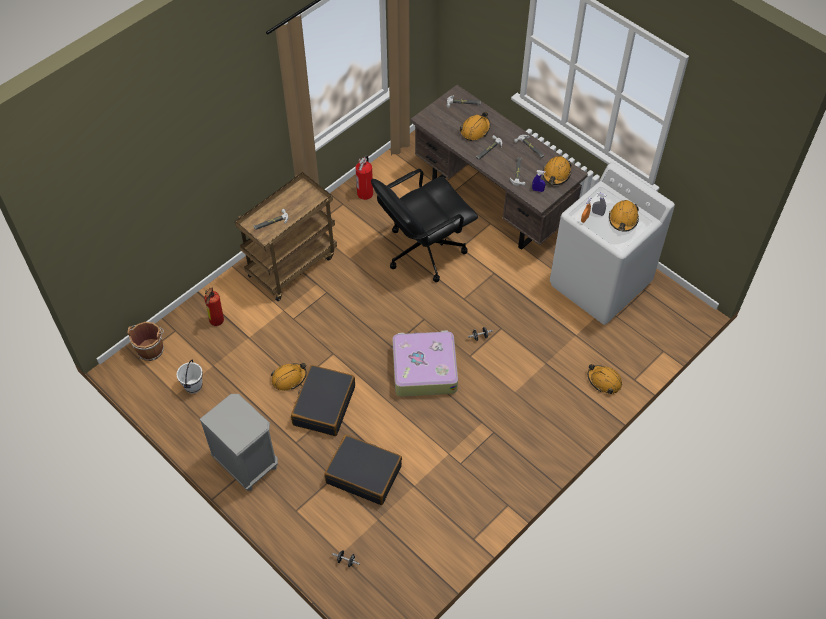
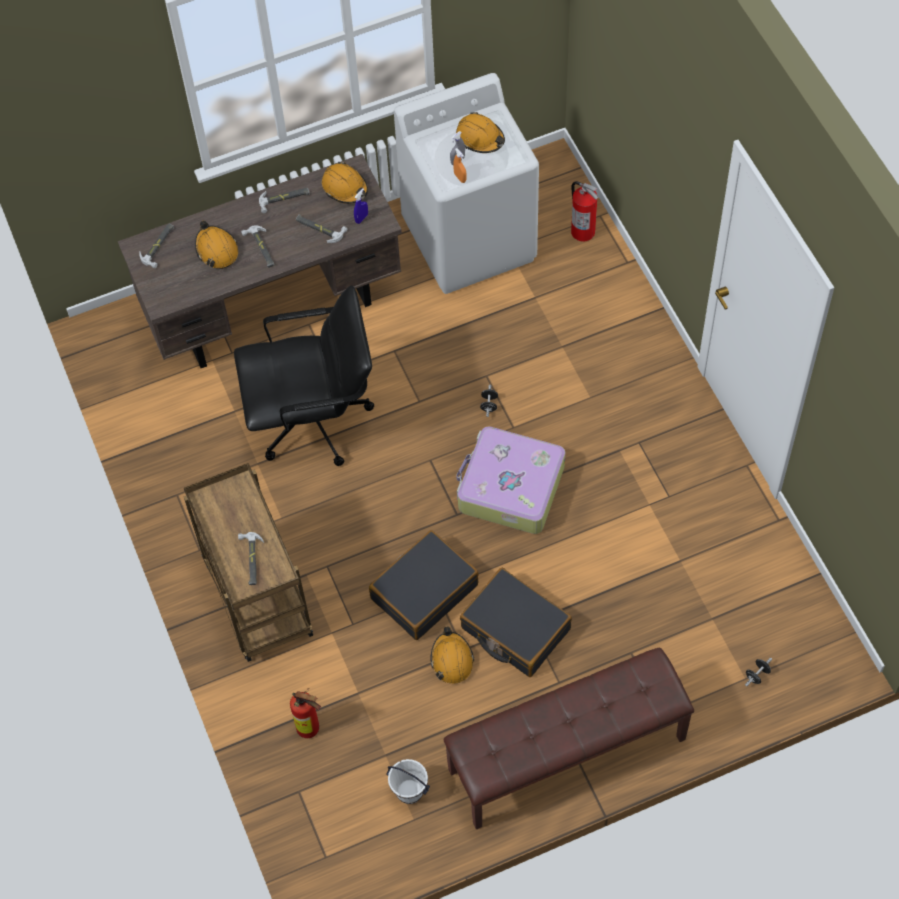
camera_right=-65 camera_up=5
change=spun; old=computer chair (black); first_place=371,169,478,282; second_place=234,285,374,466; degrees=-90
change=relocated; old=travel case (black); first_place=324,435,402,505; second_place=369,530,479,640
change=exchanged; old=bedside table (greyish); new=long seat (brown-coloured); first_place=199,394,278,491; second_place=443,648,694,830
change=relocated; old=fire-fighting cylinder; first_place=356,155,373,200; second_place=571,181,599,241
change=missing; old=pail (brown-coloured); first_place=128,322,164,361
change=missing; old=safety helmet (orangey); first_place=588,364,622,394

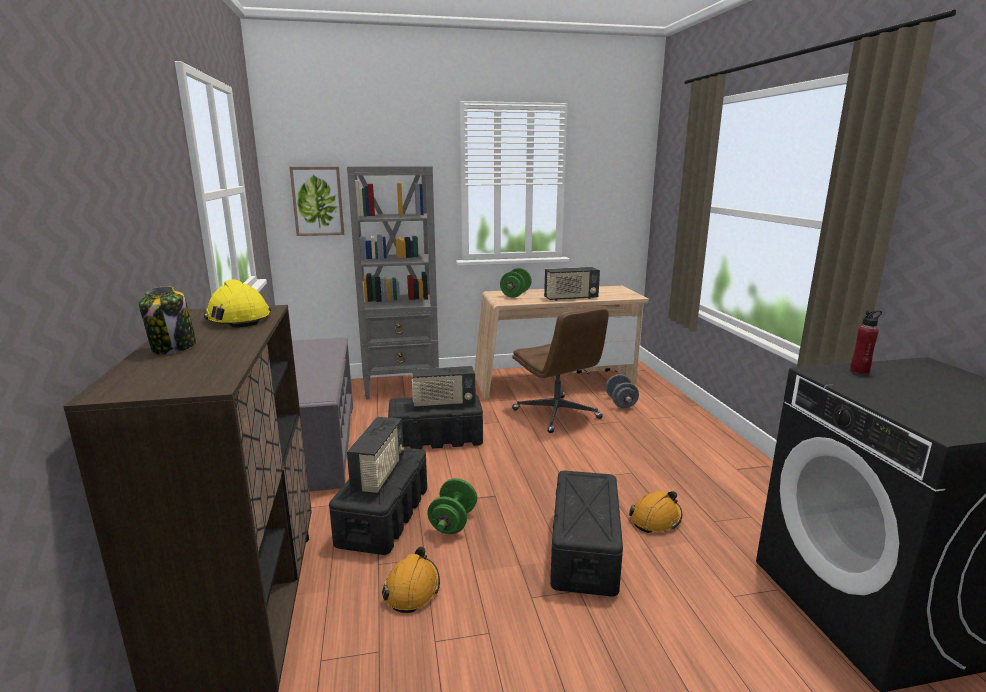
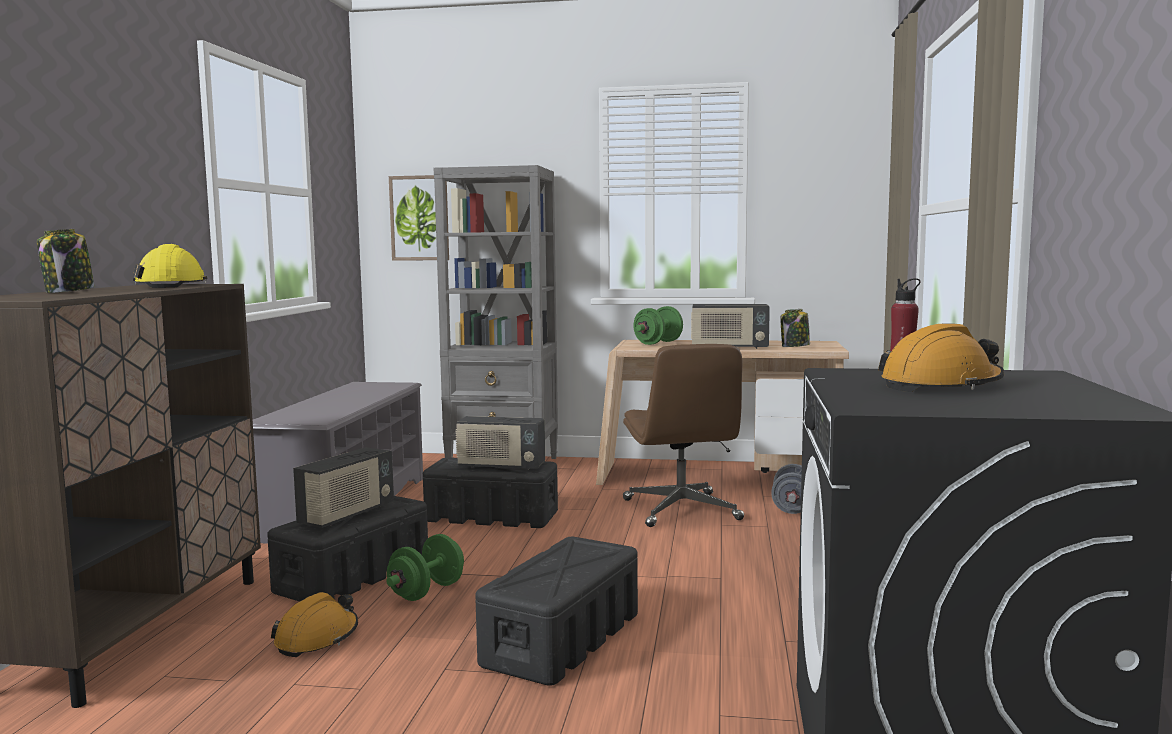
camera_right=20 camera_up=-10
change=appeared; new=preserve jar; second_place=780,309,810,347
change=relocated; old=safety helmet (orangey); first_place=629,490,682,533; second_place=878,324,1004,392

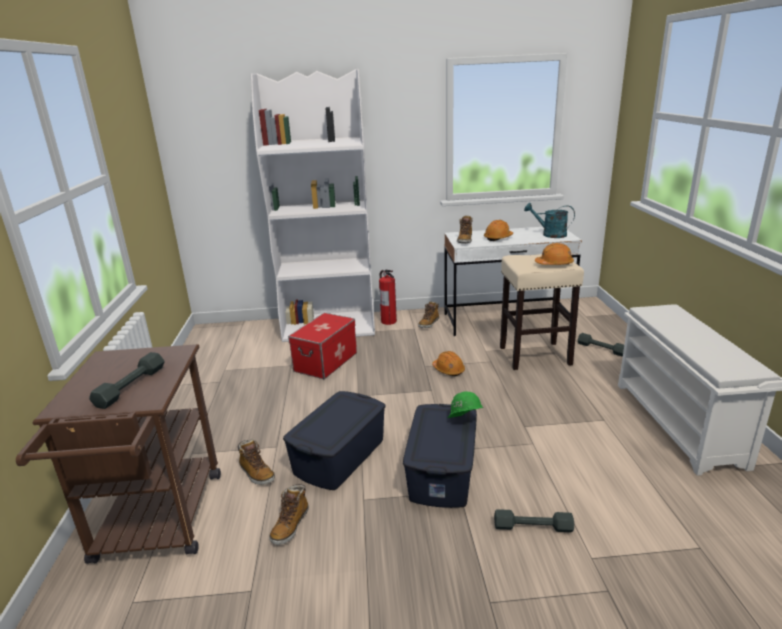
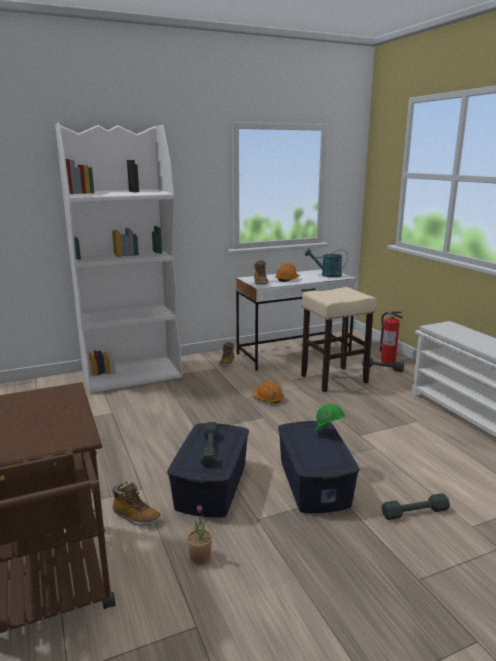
camera_right=-20 camera_up=-5
change=exchanged; old=high-top boot; new=plant in a pot; first_place=269,484,309,545; second_place=187,505,212,565
change=relocated; old=hand weight (greyish); first_place=89,352,165,409; second_place=200,422,220,467
change=relocated; old=fire-fighting cylinder; first_place=379,270,397,325; second_place=380,311,403,364
change=missing; old=storage bin; first_place=288,313,357,379
change=missing; old=safety helmet (orangey); first_place=535,243,574,265

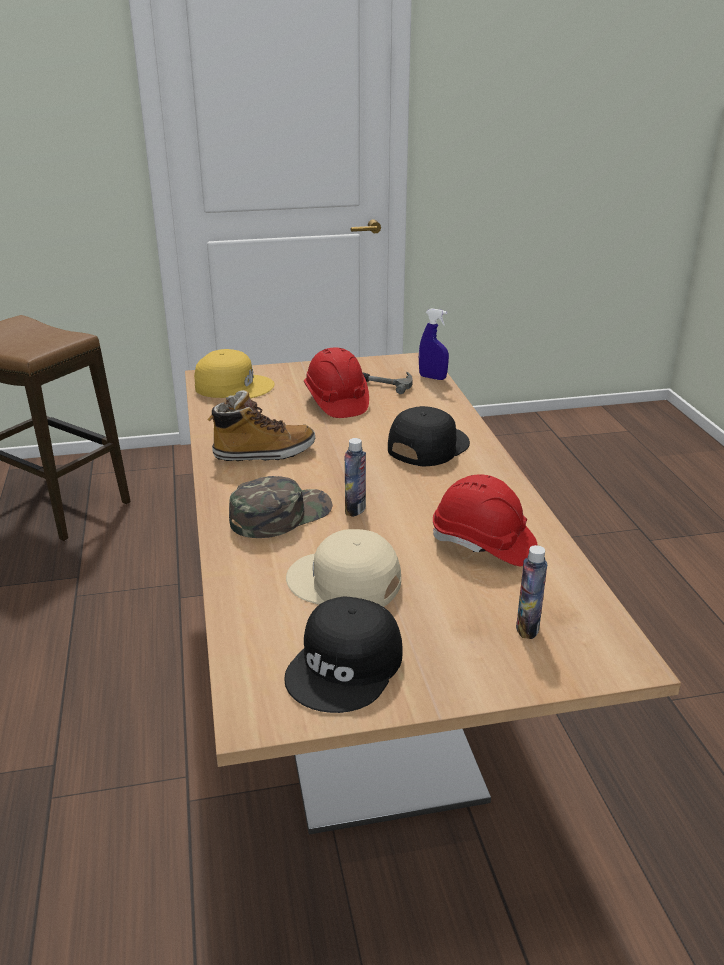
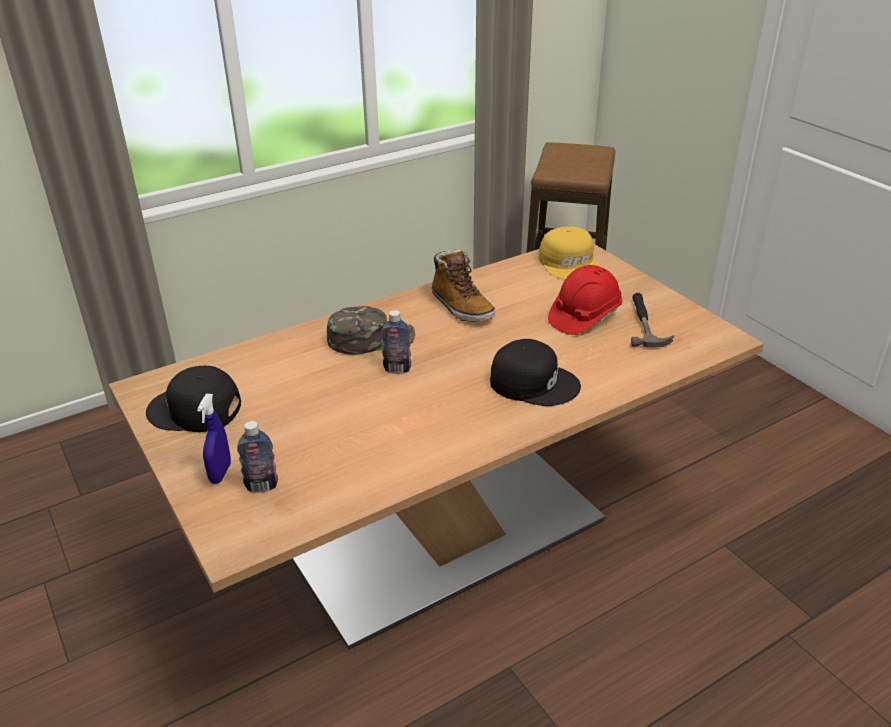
camera_right=70 camera_up=5
change=relocated; old=sprayer (bluish); first_place=419,308,449,380; second_place=197,394,231,484
change=spun; old=cap (greenish); first_place=229,476,333,538; second_place=327,306,415,355; degrees=-45
change=missing; old=cap (sand-coloured); first_place=286,529,401,607
change=missing; old=safety helmet (reddish); first_place=433,474,538,566

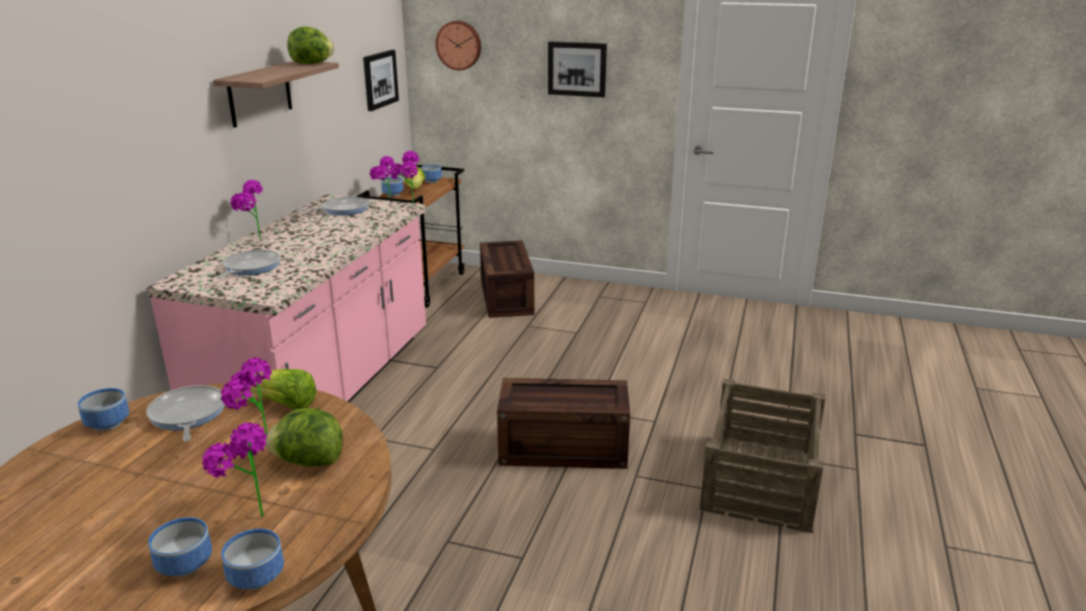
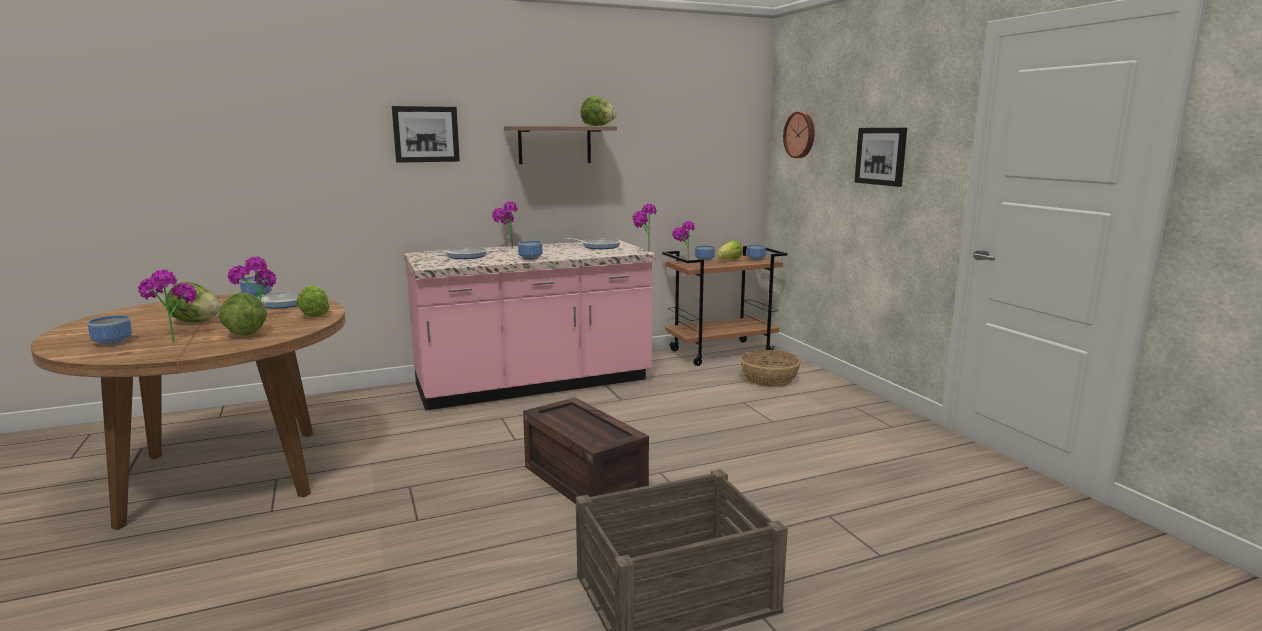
camera_right=50 camera_up=-10
change=appeared; new=head of lettuce; second_place=165,282,220,322
change=relocated; old=wall picture; first_place=363,50,399,111; second_place=391,106,460,163
change=relocated; old=bowl; first_place=221,529,284,590; second_place=518,241,543,260
change=exchanged; old=packing crate; new=household basket; first_place=480,241,534,318; second_place=740,350,801,387

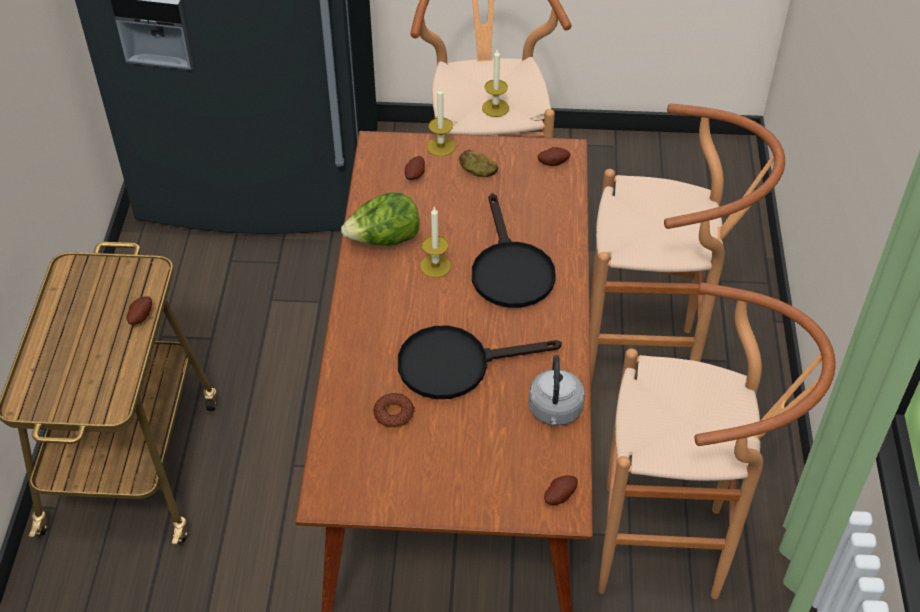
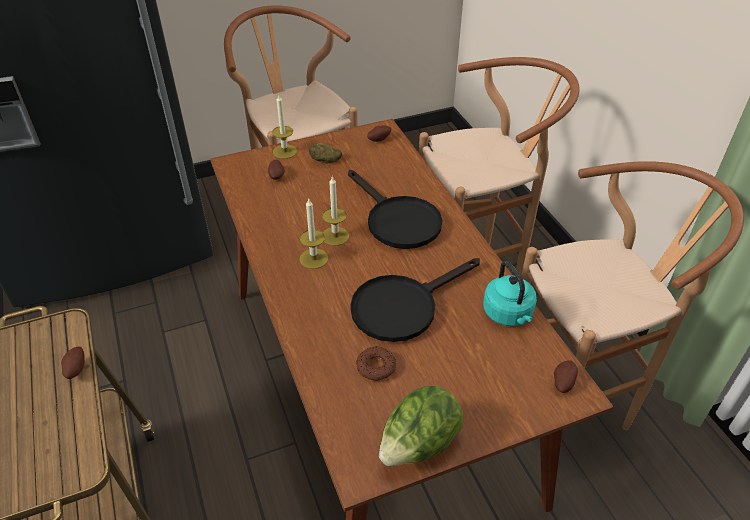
camera_right=-25 camera_up=-5
change=relocated; old=candle; first_place=482,48,509,117; second_place=300,199,328,269
change=relocated; old=head of lettuce; first_place=341,192,420,246; second_place=379,385,464,466
change=colour; old=water kettle (greyish); new=water kettle (blue-green); first_place=528,355,585,426; second_place=483,261,537,326

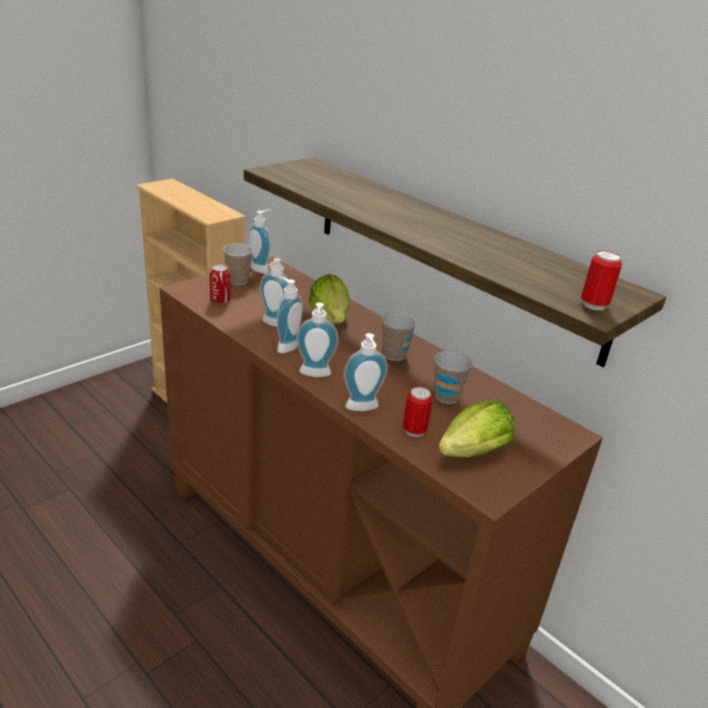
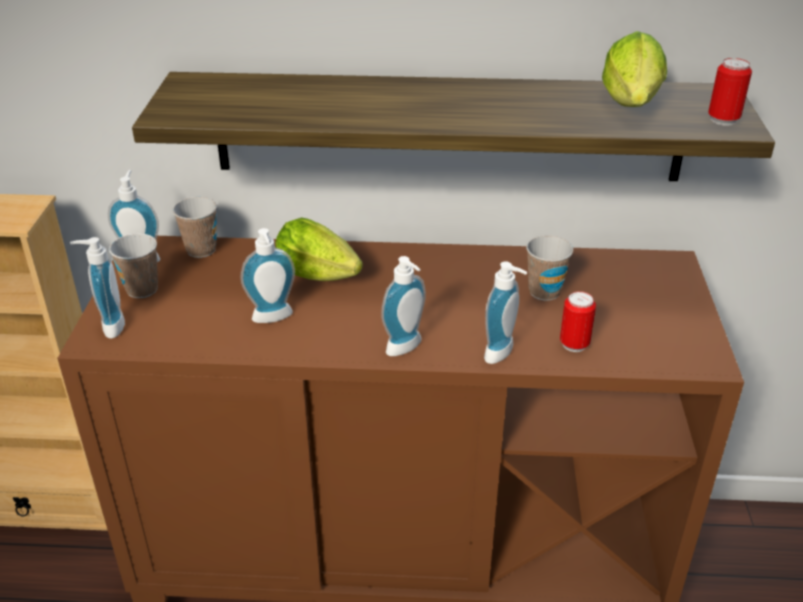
camera_right=-40 camera_up=5
change=relocated; old=liquid soap bottle; first_place=276,276,303,353; second_place=70,237,125,339
change=relocated; old=small cup; first_place=382,312,417,361; second_place=173,197,217,258
change=relocated; old=head of lettuce; first_place=439,400,515,457; second_place=602,31,667,107
change=missing; old=can; first_place=210,264,230,304

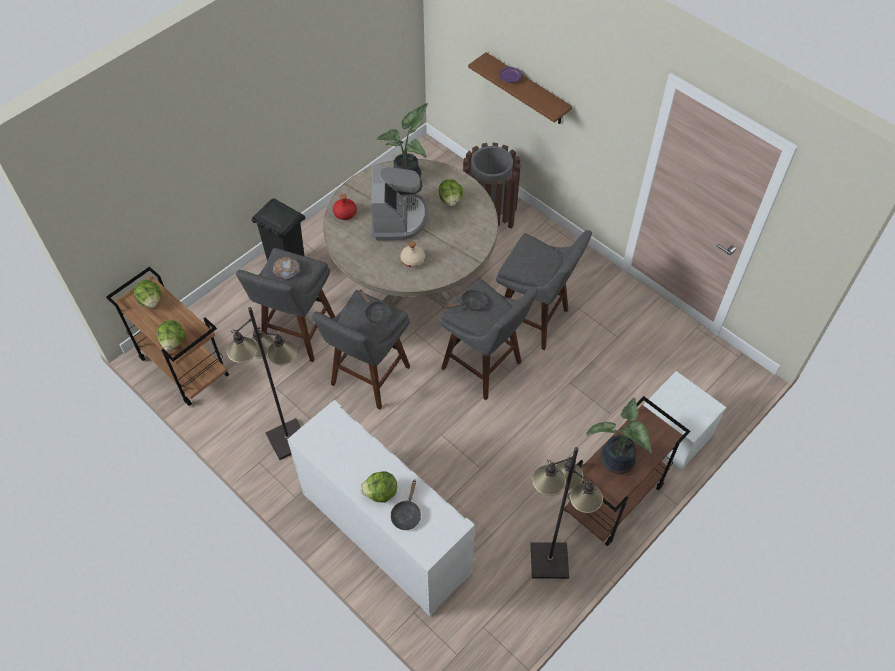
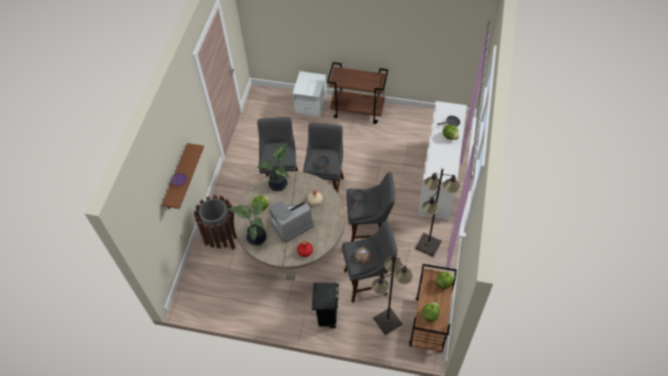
camera_right=-120 camera_up=0
change=relocated; old=plant in a pot; first_place=587,397,652,474; second_place=257,142,289,191
change=relocated; old=standing lamp (black); first_place=531,447,603,579; second_place=371,254,413,335

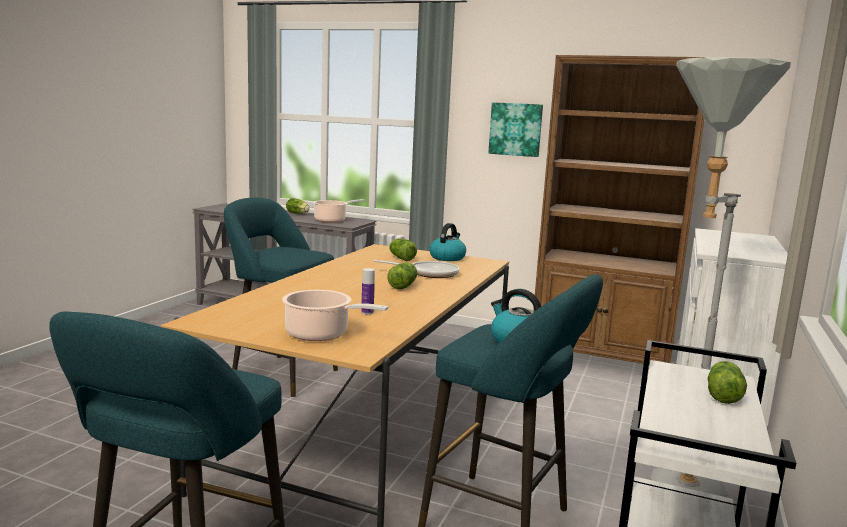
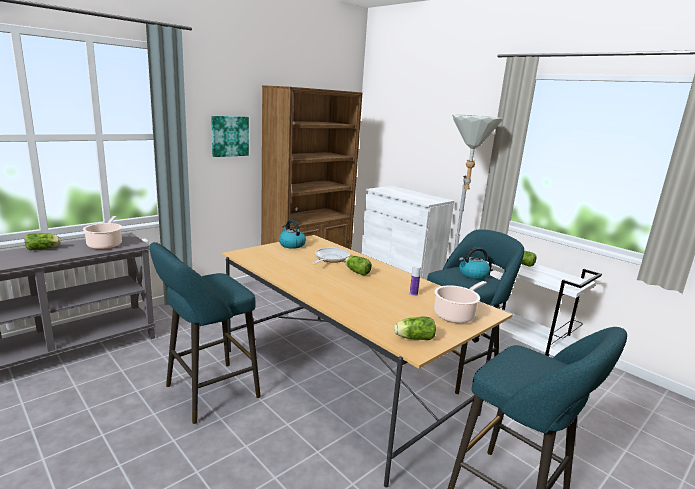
camera_right=-65 camera_up=5
change=relocated; old=head of lettuce; first_place=389,239,417,261; second_place=394,317,436,340

